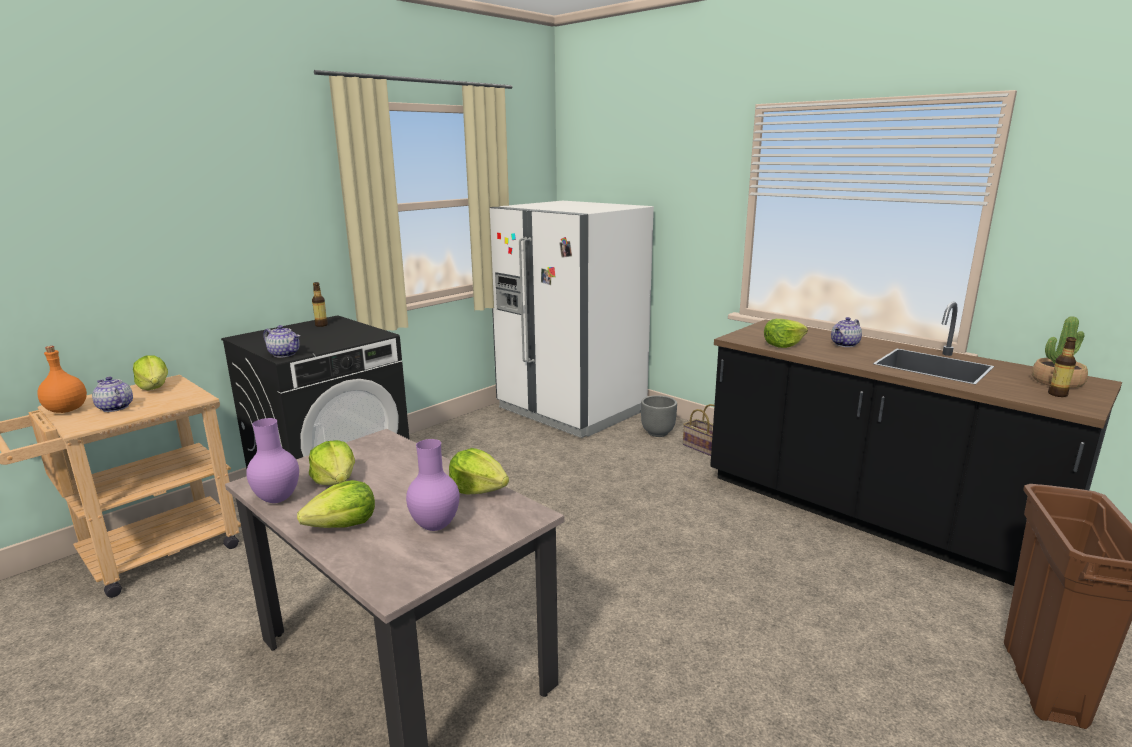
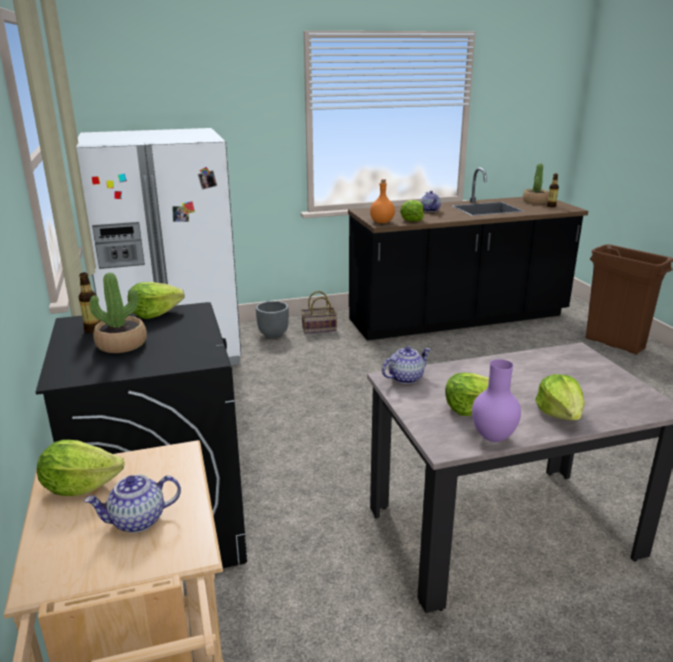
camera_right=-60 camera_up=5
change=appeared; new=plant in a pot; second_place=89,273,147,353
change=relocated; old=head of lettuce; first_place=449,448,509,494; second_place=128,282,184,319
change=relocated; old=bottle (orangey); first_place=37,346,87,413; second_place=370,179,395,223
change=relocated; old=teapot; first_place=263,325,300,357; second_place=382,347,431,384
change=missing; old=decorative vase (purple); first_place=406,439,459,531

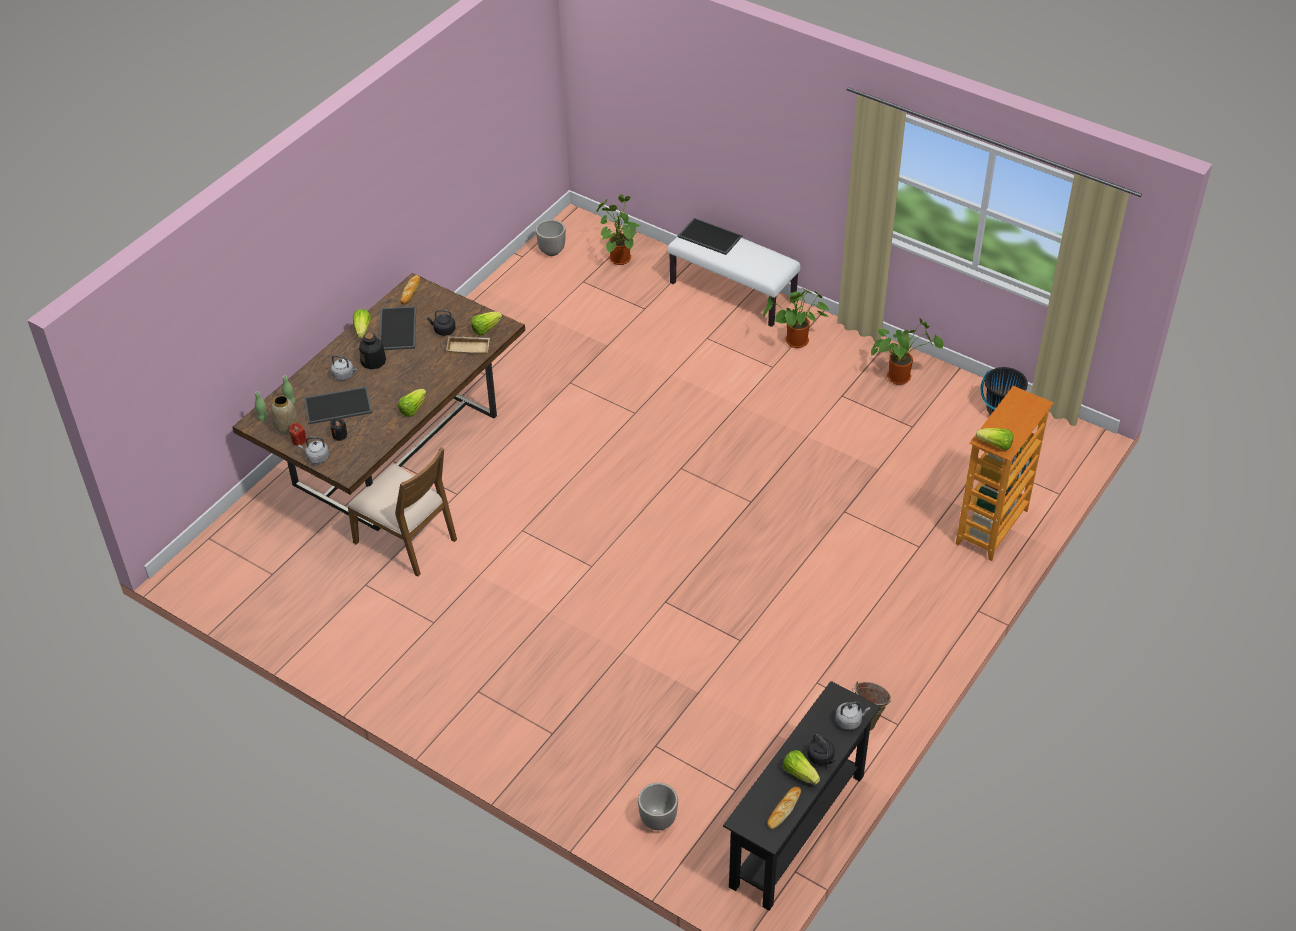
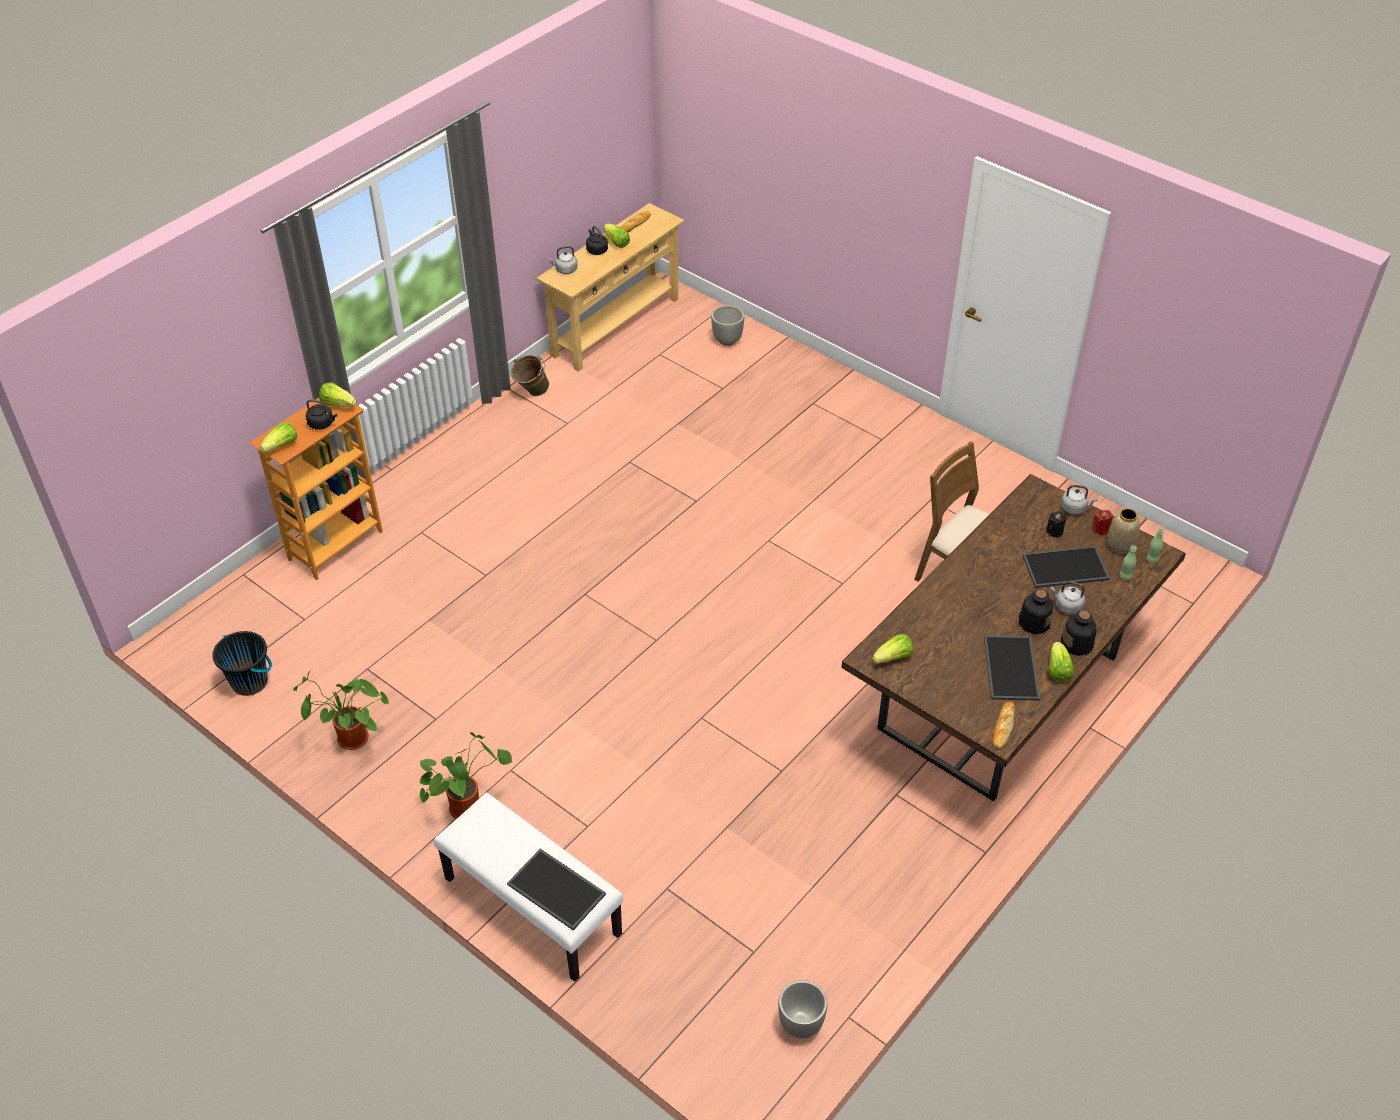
camera_right=-175 camera_up=0
change=relocated; old=head of lettuce; first_place=398,389,427,417; second_place=260,422,297,453
change=relocated; old=water kettle (black); first_place=427,309,455,336; second_place=306,399,337,430
change=colour; old=console table (black); new=console table (sand-coloured); first_place=723,681,880,911; second_place=536,203,684,372
change=appeared; new=bottle; second_place=1061,610,1097,656
change=missing; old=tray (sand-coloured); first_place=446,336,490,355
change=missing; old=plant in a pot; first_place=596,194,640,265

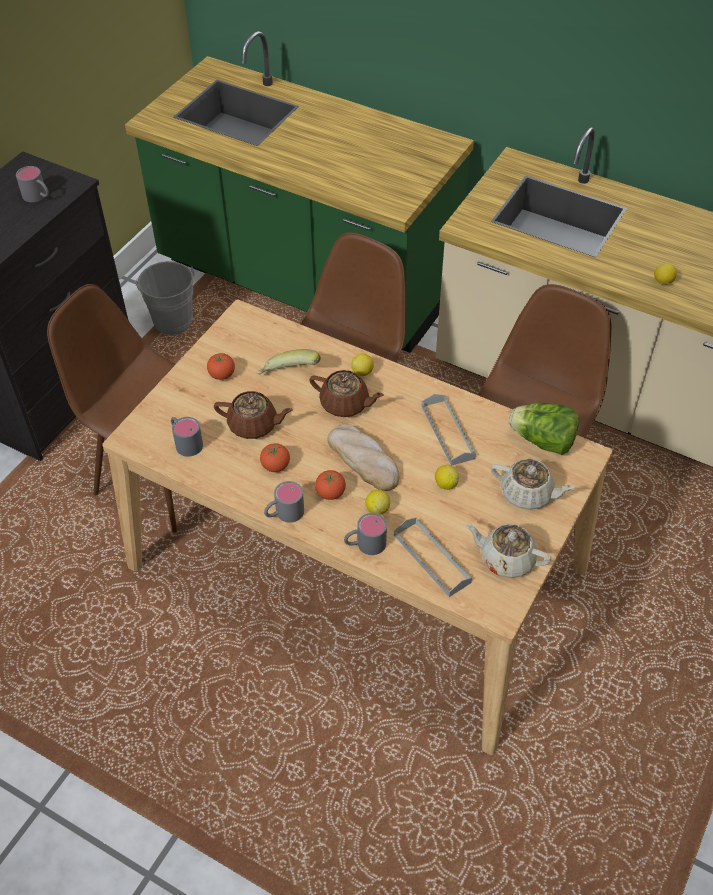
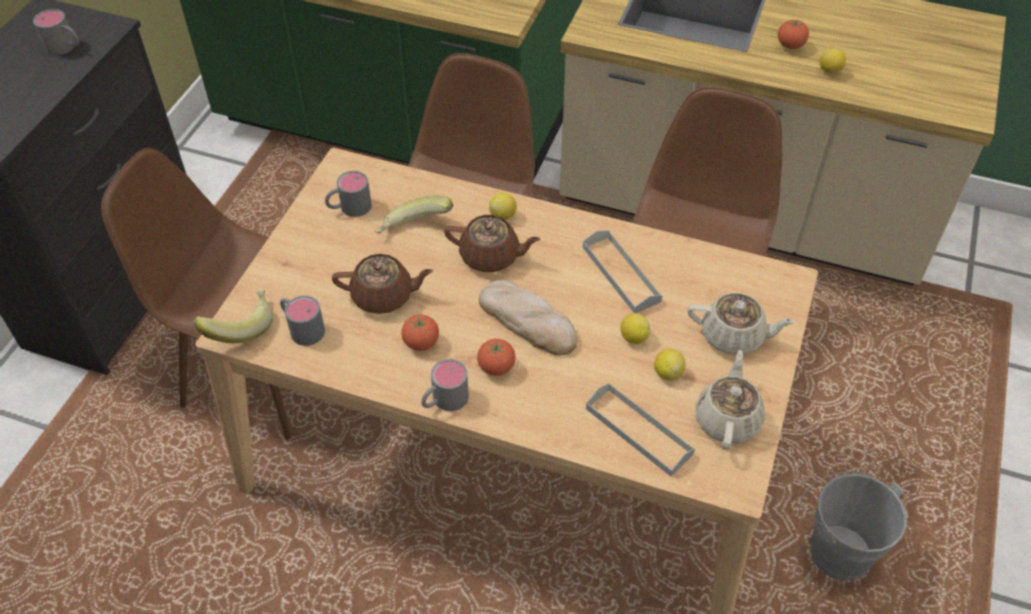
camera_right=-10 camera_up=0
change=appeared; new=whole banana; second_place=194,290,273,343
change=relocated; old=coffee mug (greyish); first_place=344,513,387,555; second_place=325,171,372,217
change=relocated; old=citrus fruit; first_place=365,489,390,515; second_place=654,349,686,380
change=spun; old=teapot (sand-coloured); first_place=466,524,552,578; second_place=695,350,765,450; degrees=90
change=relocated; old=tomato; first_place=207,353,235,380; second_place=778,20,809,49
change=relocated; old=pail (greyish); first_place=135,261,194,335; second_place=800,472,907,581
change=missing; old=head of lettuce; first_place=509,403,579,455

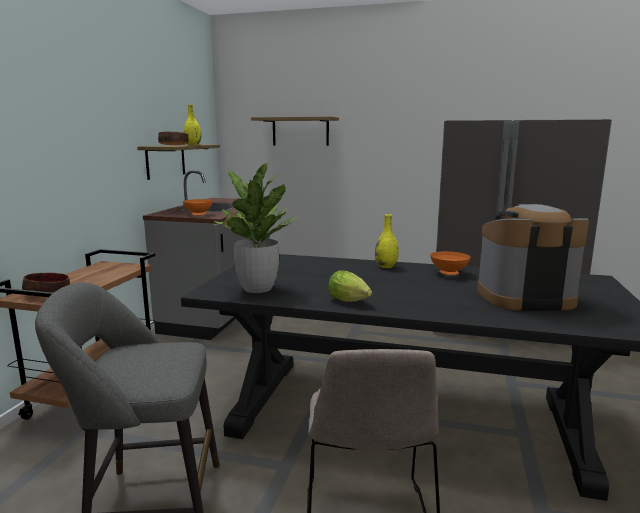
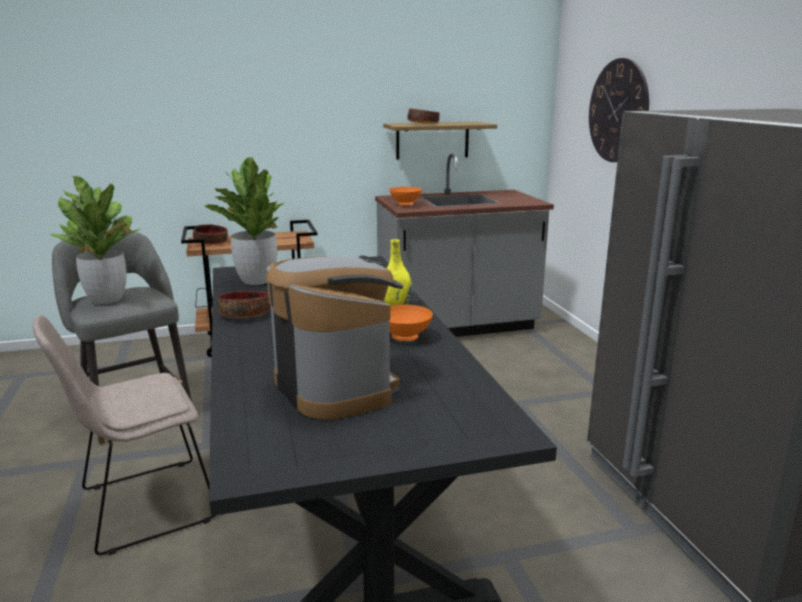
camera_right=60 camera_up=5
change=appeared; new=plant in a pot; second_place=50,176,141,304
change=exchanged; old=head of lettuce; new=bowl; first_place=328,271,372,302; second_place=218,291,270,318
change=exchanged; old=shelf; new=clock on the wall; first_place=251,117,339,146; second_place=589,58,649,162
change=missing; old=decorative vase (yellowish); first_place=184,104,201,145

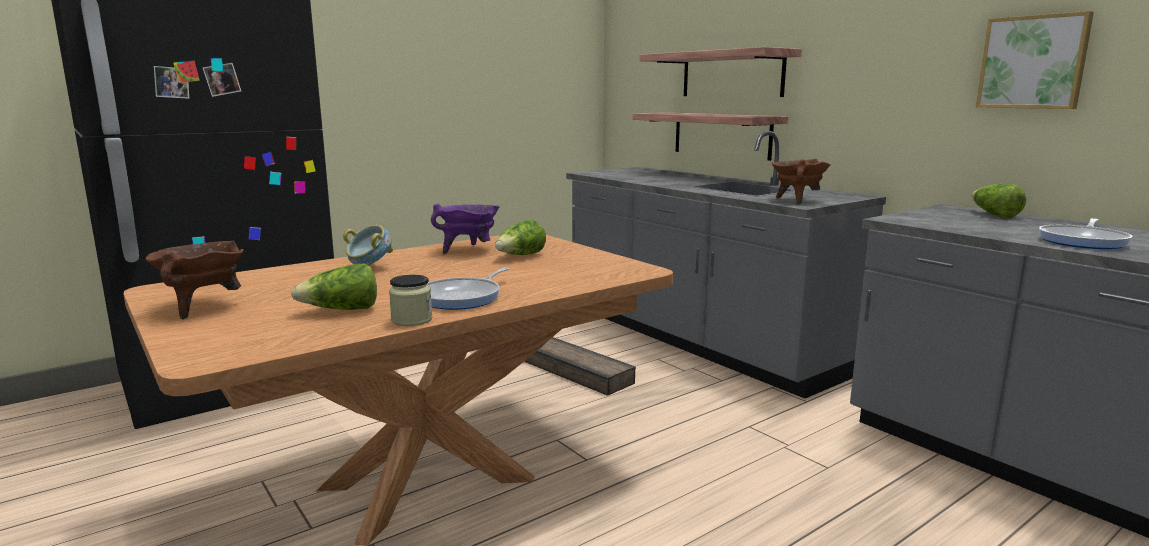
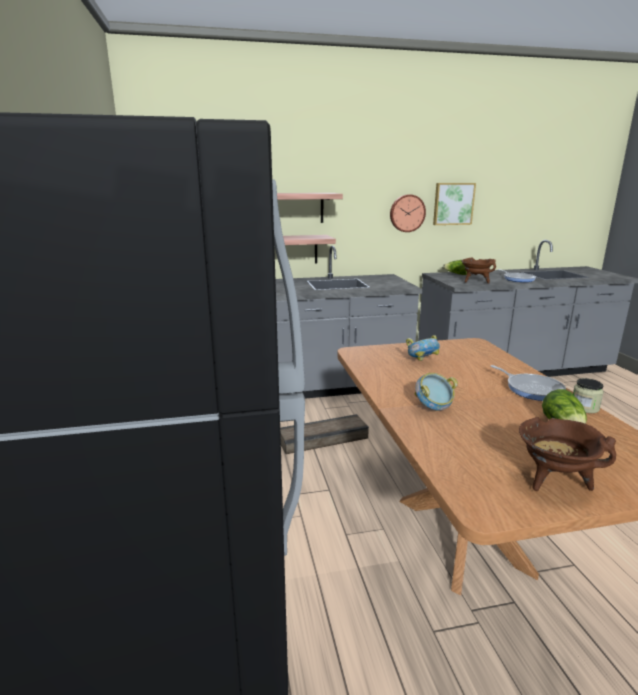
camera_right=-65 camera_up=5
change=appeared; new=clock on the wall; second_place=390,194,426,232
change=exchanged; old=head of lettuce; new=bowl; first_place=495,220,546,255; second_place=406,335,440,361
change=relocated; old=stockpot (brown-coloured); first_place=772,159,831,204; second_place=461,257,496,284
change=missing; old=stockpot (purple); first_place=431,203,500,254

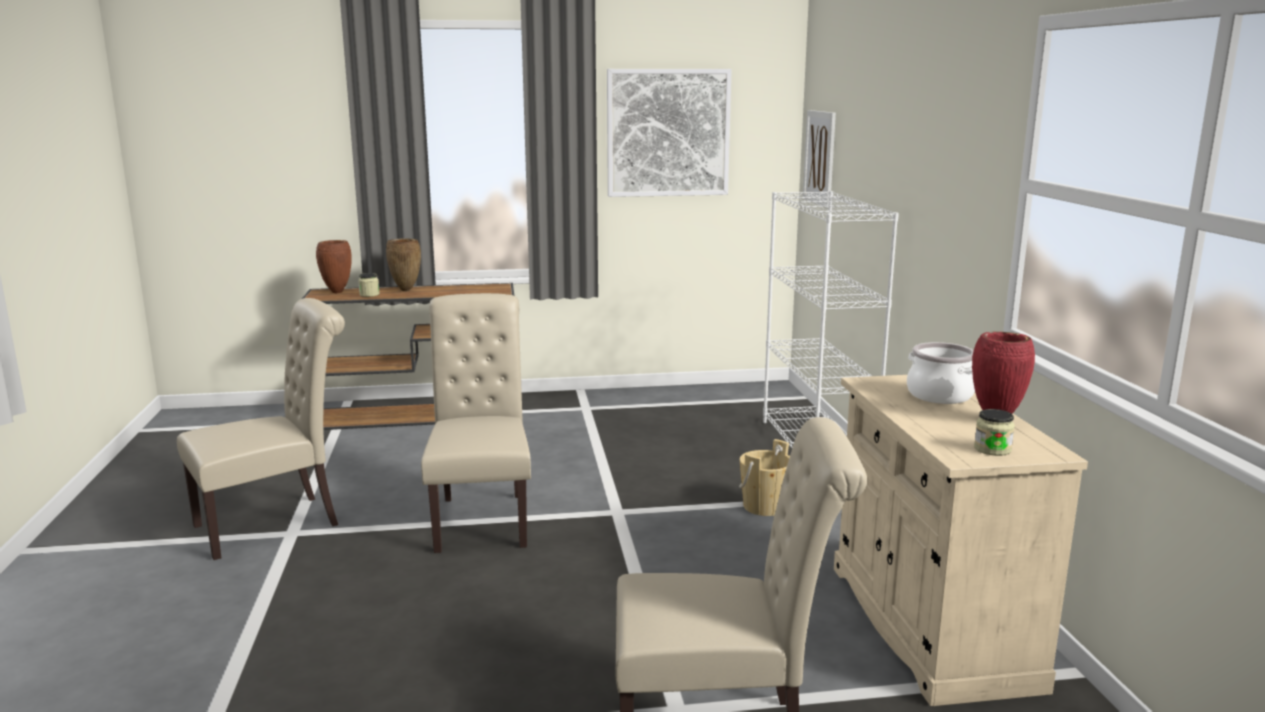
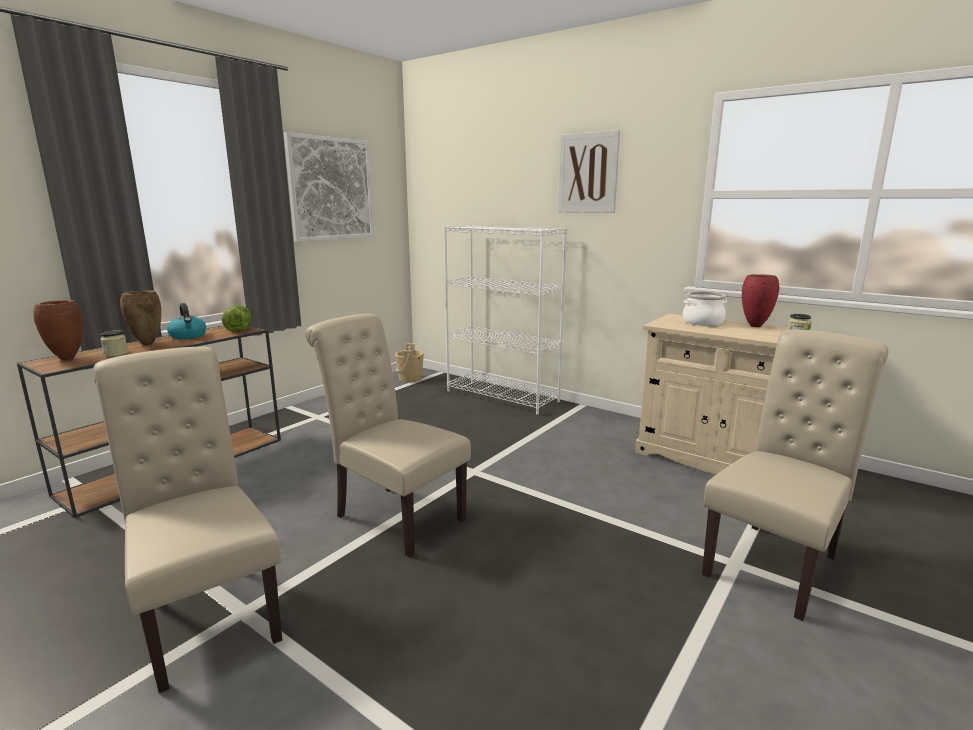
camera_right=-45 camera_up=0
change=spun; old=chair (sand-coloured); first_place=177,298,345,560; second_place=93,347,282,693; degrees=-45
change=appeared; new=water kettle; second_place=167,303,206,339
change=appeared; new=head of lettuce; second_place=222,305,252,332
change=relocated; old=pail (sand-coloured); first_place=739,439,790,516; second_place=395,344,424,383
change=relocated; old=wall picture; first_place=803,110,836,208; second_place=558,130,620,213

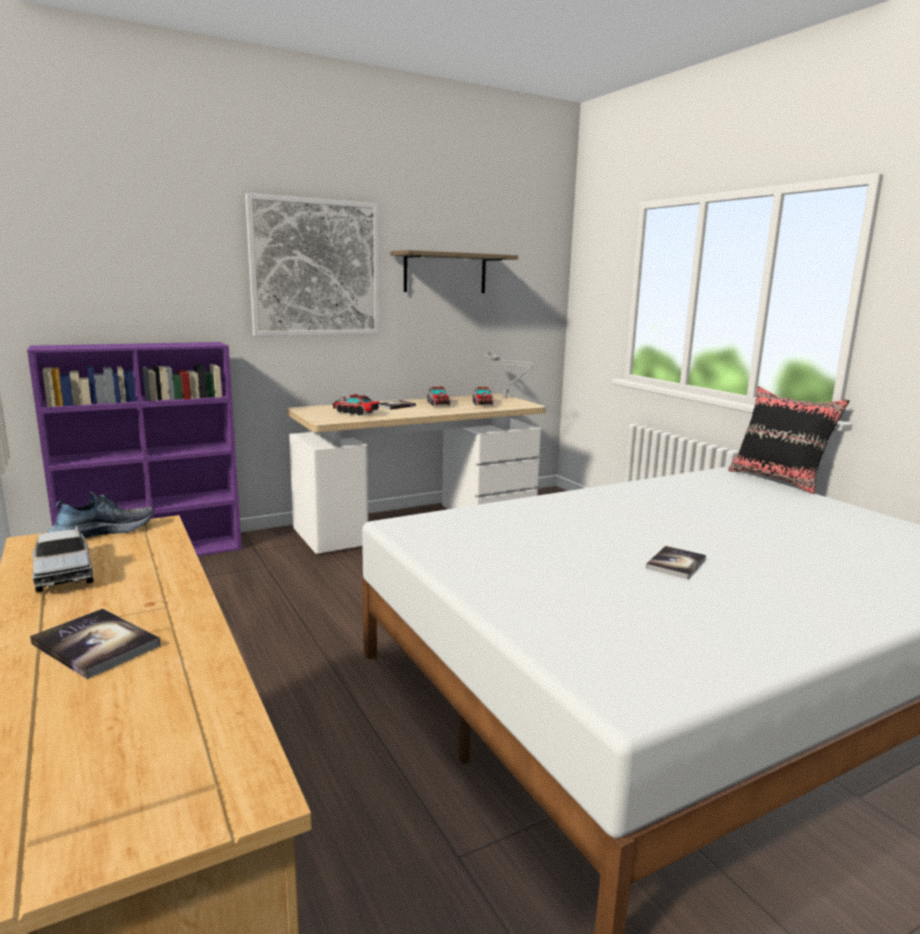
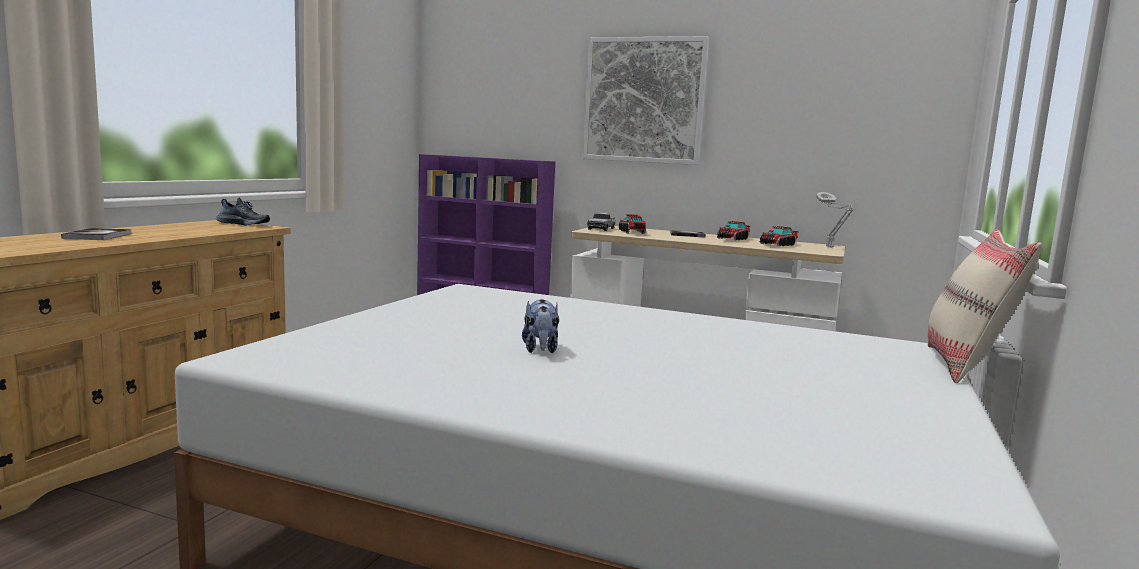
camera_right=50 camera_up=-5
change=exchanged; old=bound book; new=cuddly toy; first_place=646,546,706,579; second_place=522,299,559,353
change=relocated; old=model truck; first_place=32,526,94,592; second_place=587,213,615,231
change=colour; old=cushion (black); new=cushion (sand-coloured); first_place=728,386,849,494; second_place=928,230,1042,383
change=missing; old=shelf; first_place=390,250,518,293

